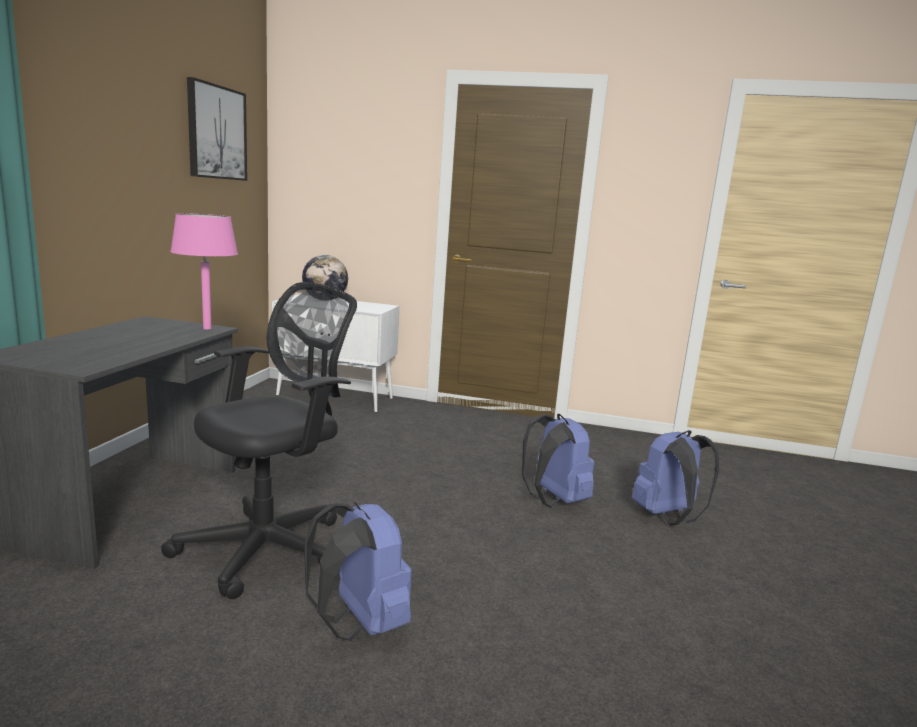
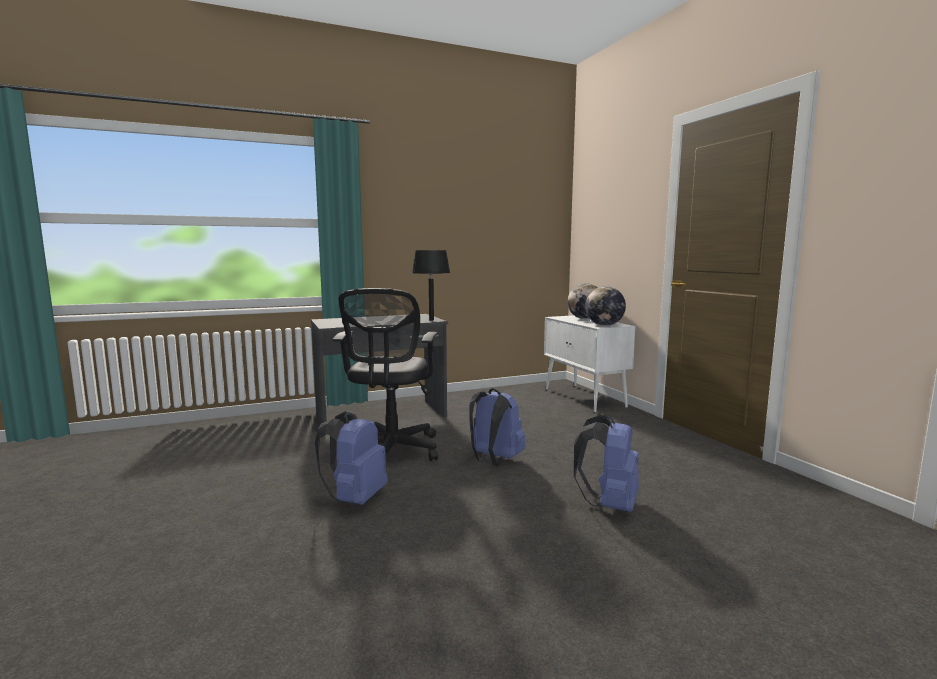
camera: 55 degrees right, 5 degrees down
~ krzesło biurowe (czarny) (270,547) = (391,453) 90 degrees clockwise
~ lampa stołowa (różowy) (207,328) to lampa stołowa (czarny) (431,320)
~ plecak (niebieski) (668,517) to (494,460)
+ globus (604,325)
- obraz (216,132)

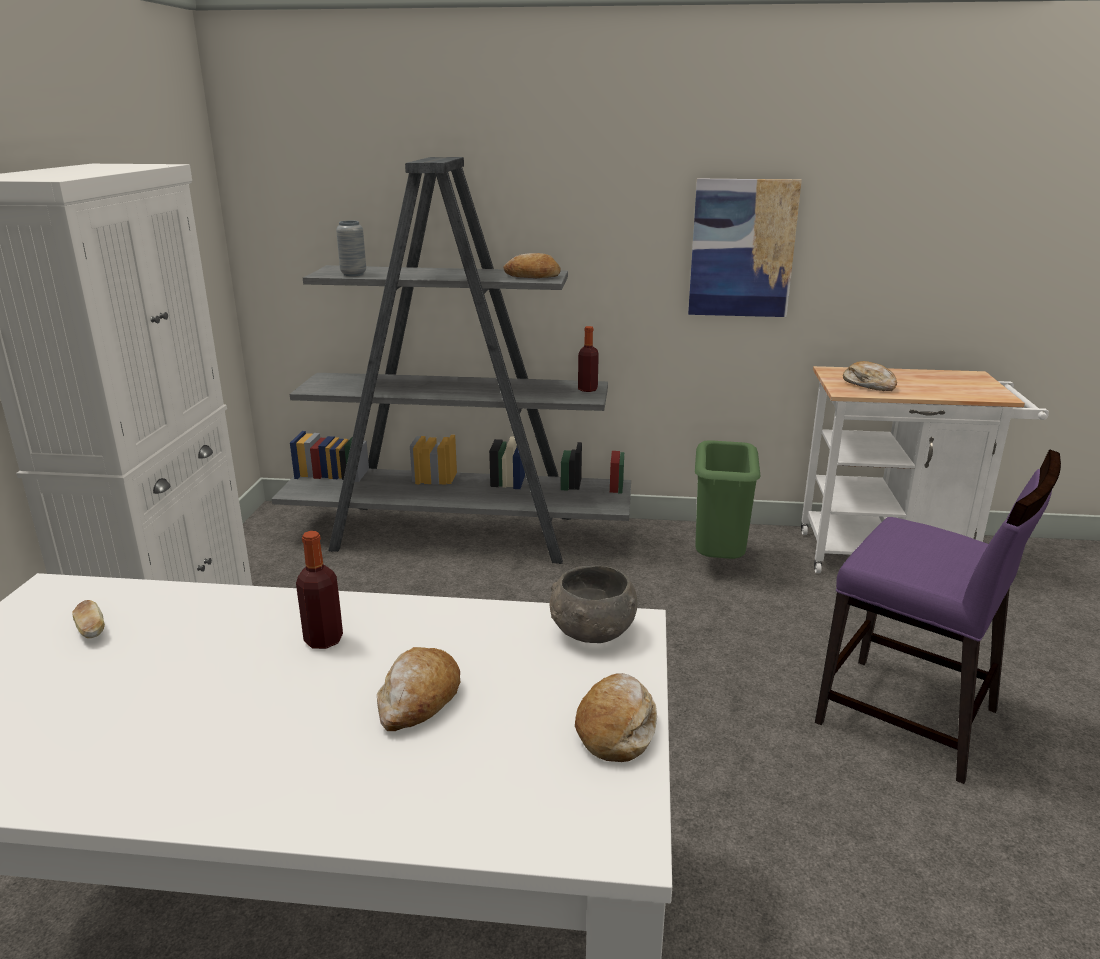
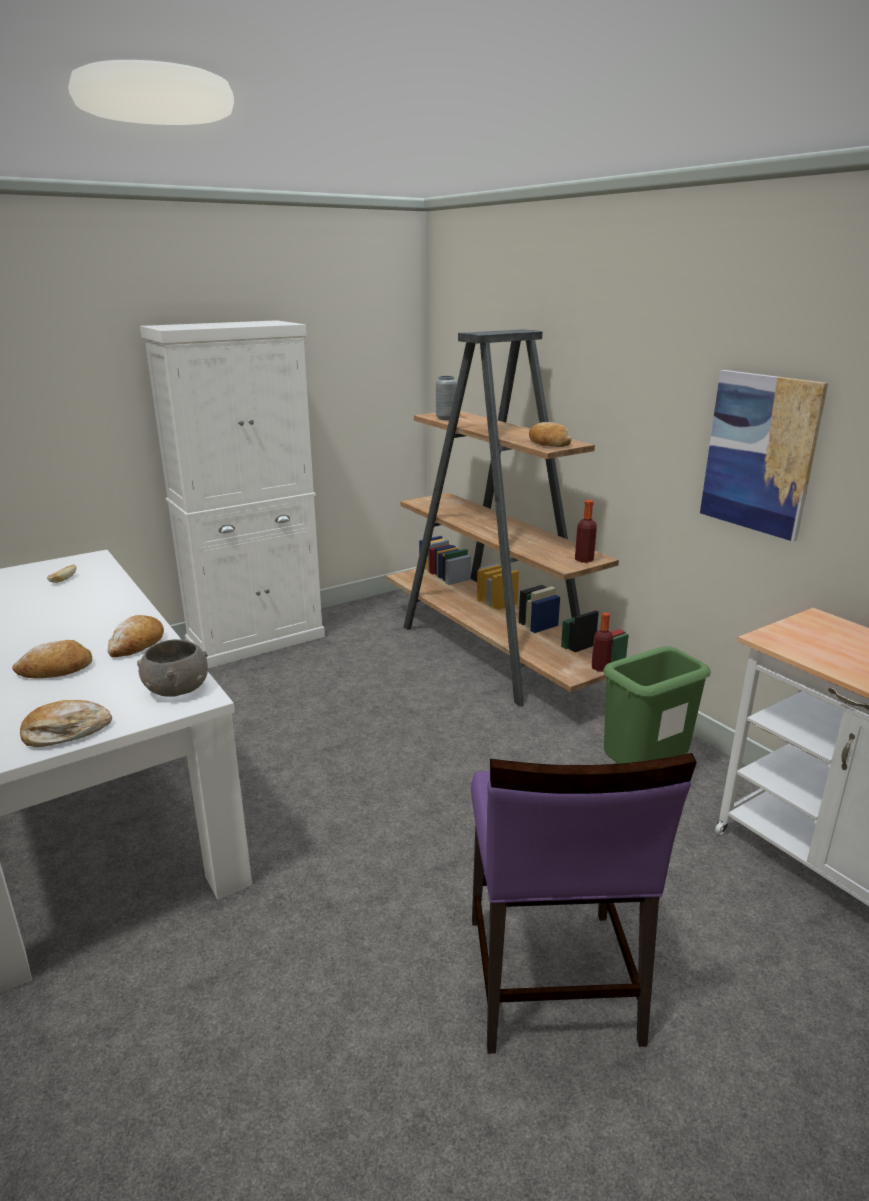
camera: 50 degrees right, 0 degrees up
~ chleb (869,385) to (137,644)
~ regał (szary) (459,534) to regał (brązowy) (493,653)
~ butelka (323,640) to (600,668)

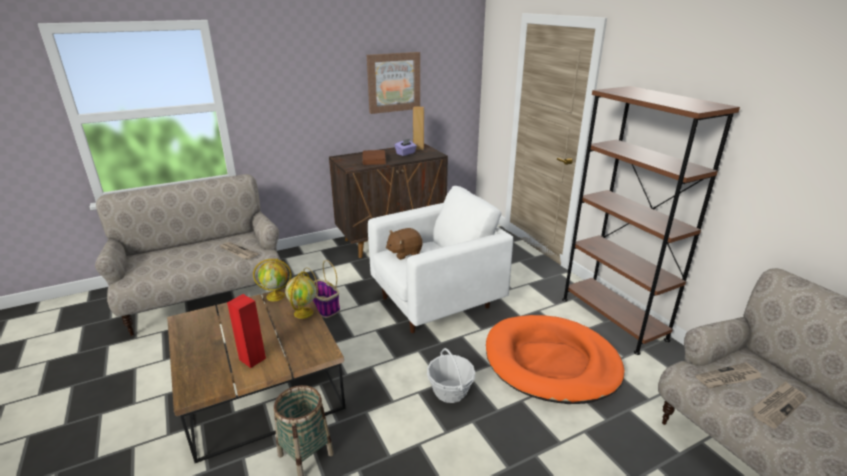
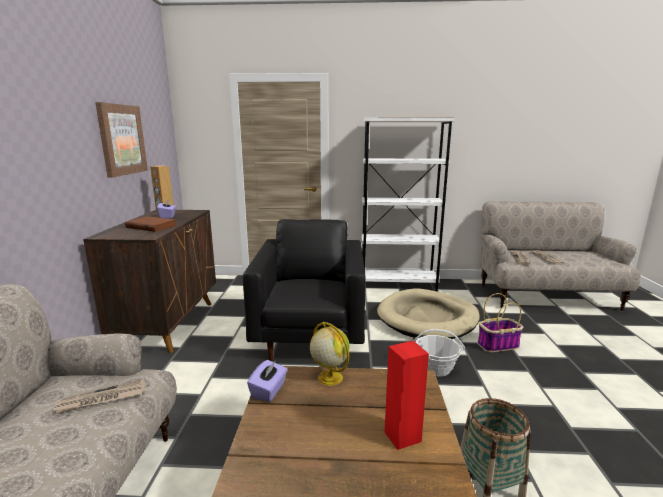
camera: 60 degrees left, 10 degrees down
~ fotel (biały) (436,303) to fotel (czarny) (310,336)
~ globus (276,296) to pudełko chusteczek (fioletowy) (269,390)
~ regał (brązowy) (612,318) to regał (biały) (398,285)
~ legowisko (pomarańczowy) (551,362) to legowisko (beżowy) (427,318)
~ koszyk (324,307) to (498,345)
- pluszak (brązowy) (404,253)

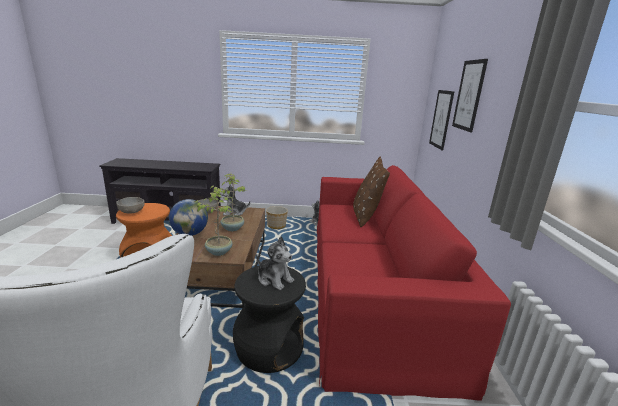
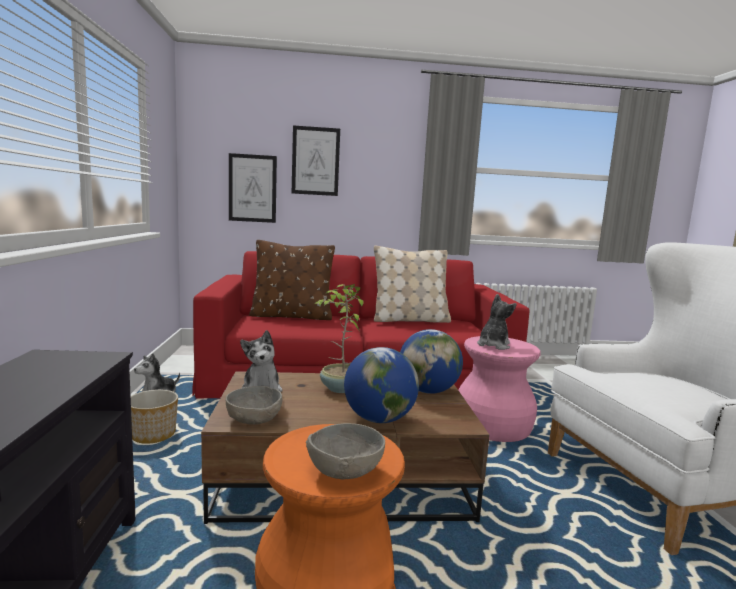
camera: 95 degrees left, 10 degrees down
+ poduszka (beżowy) (410,320)
~ roślina doniczkowa (219,251) to globus (428,391)
~ stołek (czarny) (269,347) to stołek (różowy) (492,426)

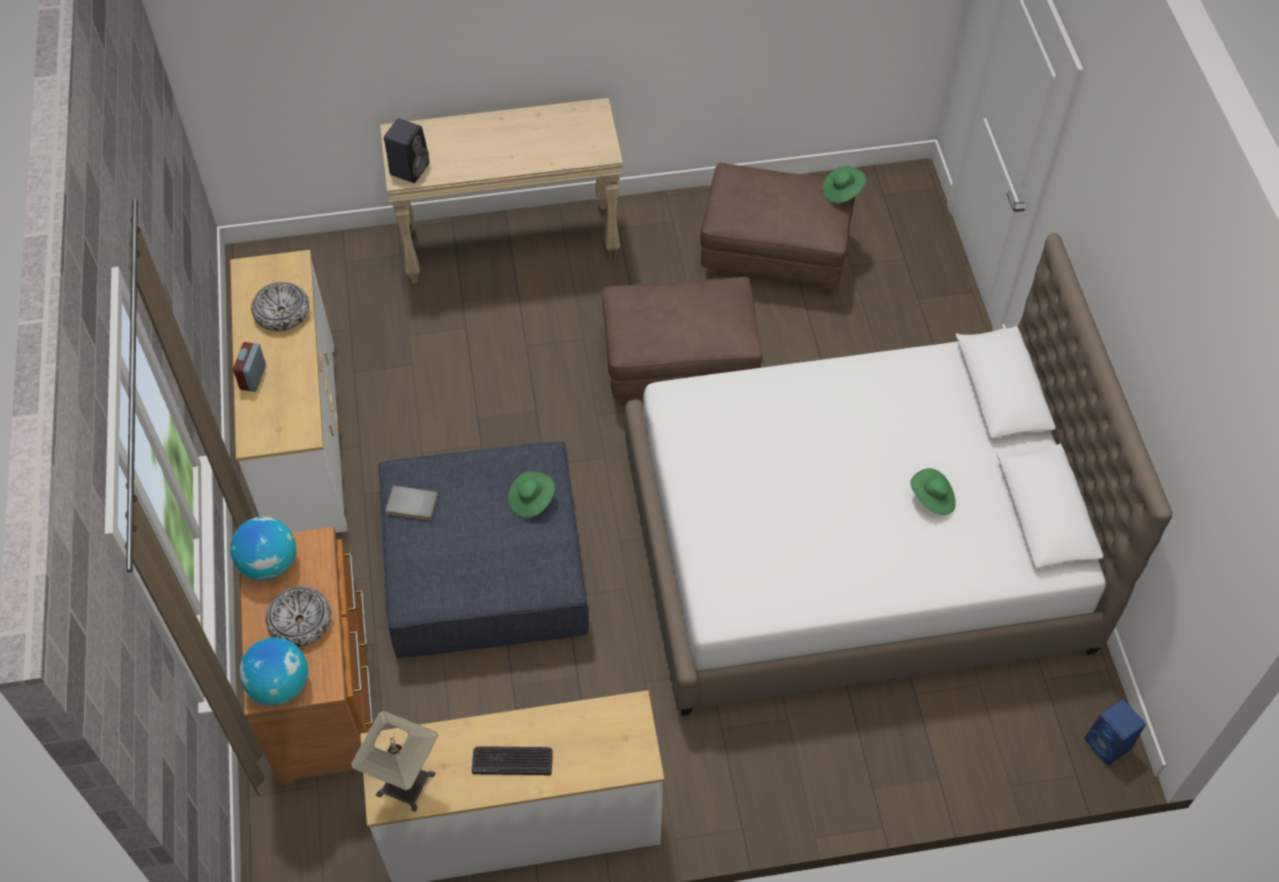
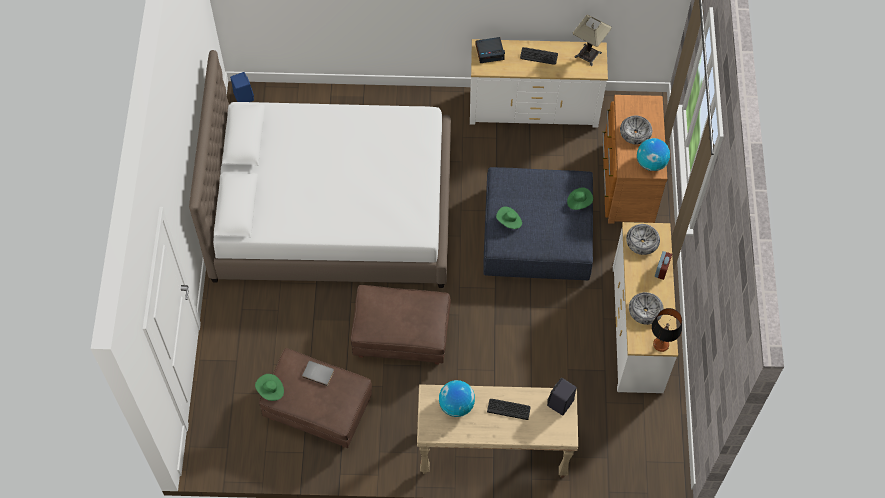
camera: 170 degrees left, 5 degrees up
~ książka (szary) (412,505) to (318,373)
~ globus (280,685) to (456,405)
+ budzik (490,52)
+ klawiatura (508,409)
~ kapelusz (zielony) (932,499) to (579,202)
+ miska (642,241)
+ lampa stołowa (661,344)

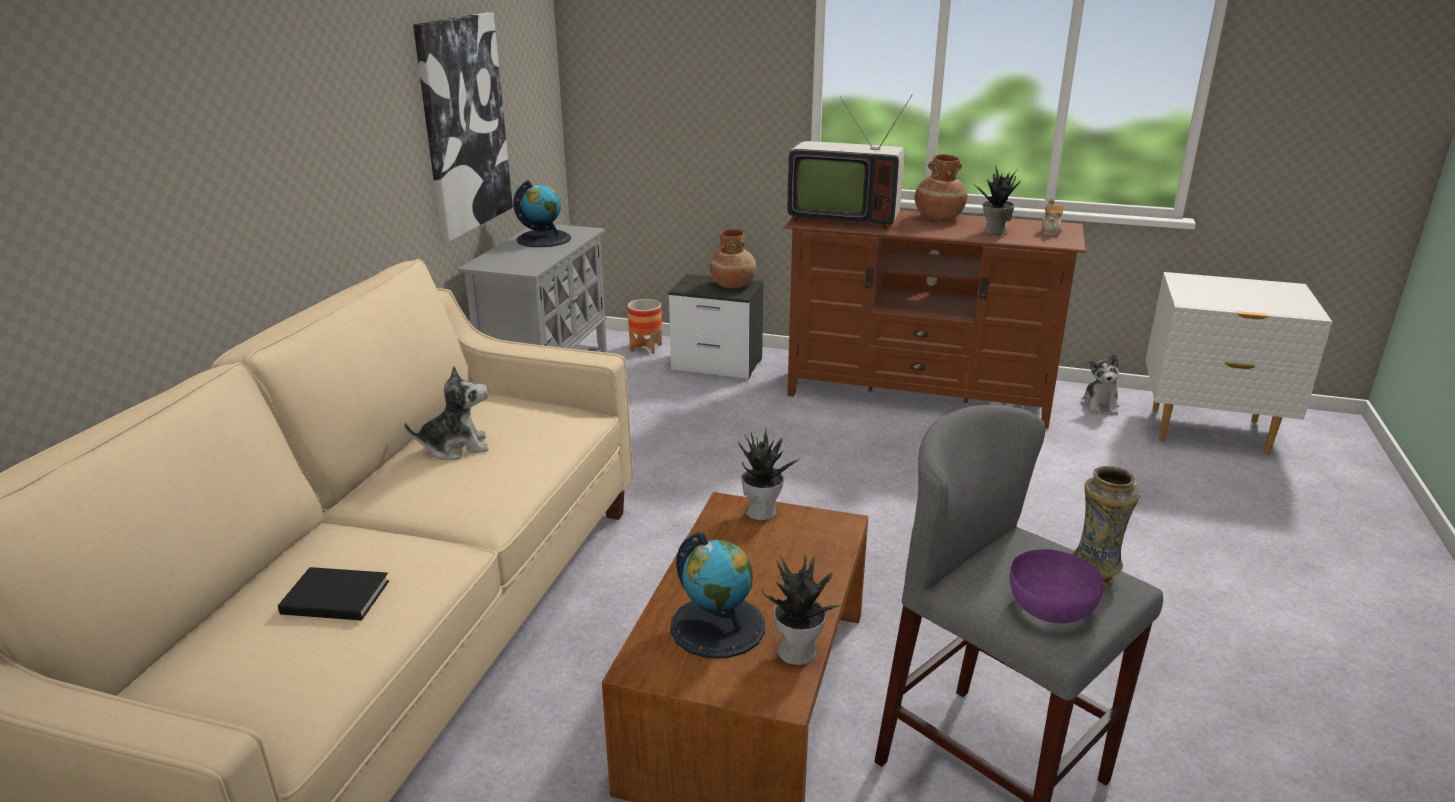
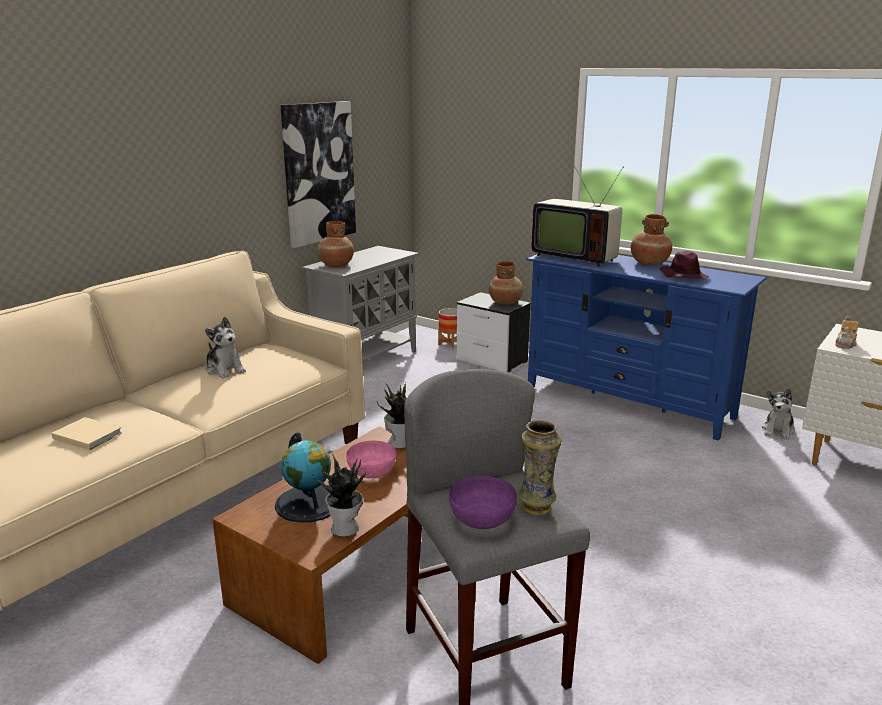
camera: 20 degrees right, 5 degrees down
~ książka (czarny) (334,596) to książka (beżowy) (87,435)
~ pluszak (455,447) = (225,370) 45 degrees clockwise
+ wazon (brązowy) (336,265)
+ miska (różowy) (372,472)
~ szafka pod telewizor (brązowy) (918,395) to szafka pod telewizor (niebieski) (628,402)
~ roślina doniczkowa (994,232) to kapelusz (fioletowy) (683,276)
~ imbryk (1051,231) to (845,344)
- globus (544,239)

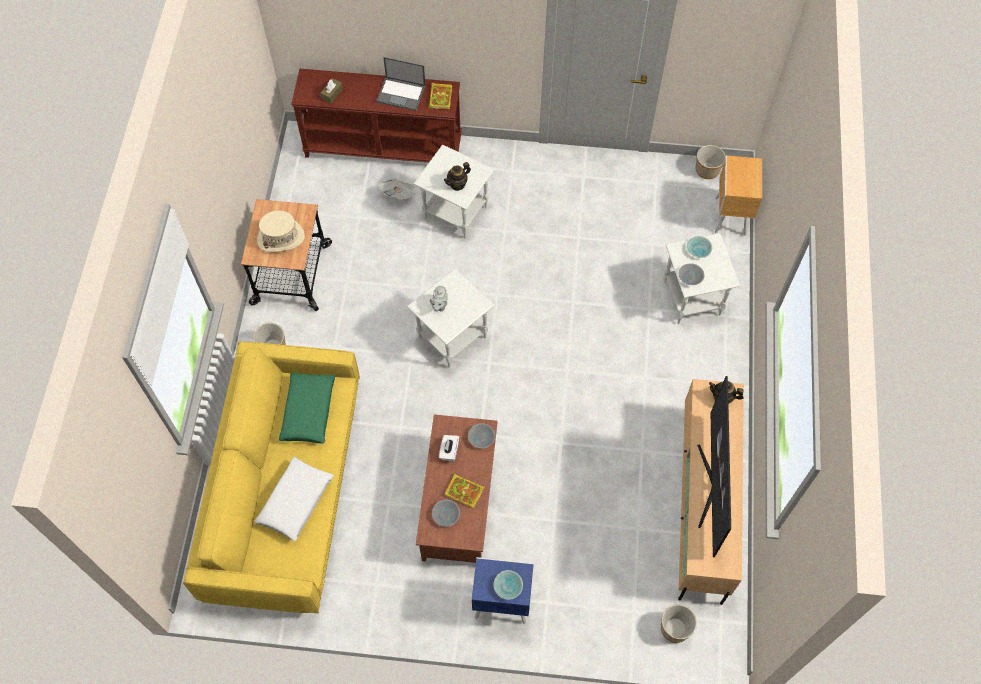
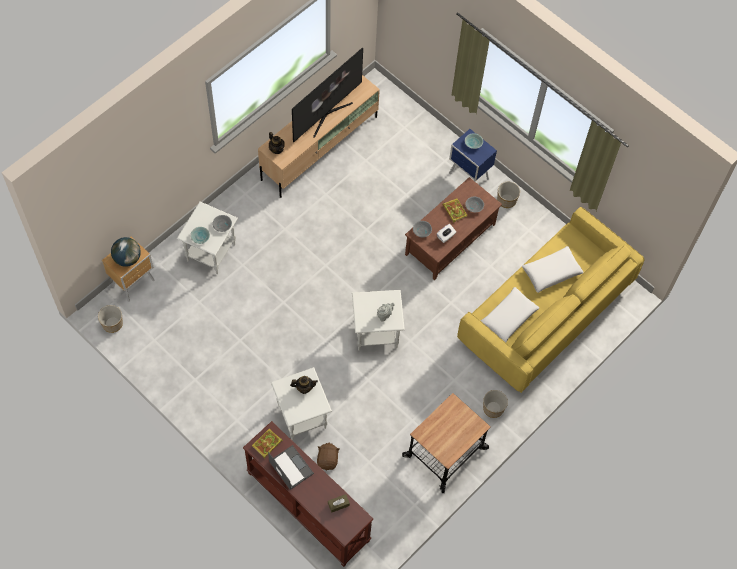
camera: 145 degrees left, 0 degrees up
+ globus (127,258)
~ gazeta (399,194) to pluszak (brązowy) (328,459)
~ poduszka (zielony) (309,411) to poduszka (biały) (508,317)
~ donica (675,629) to (506,200)
- kapelusz (beżowy) (281,238)

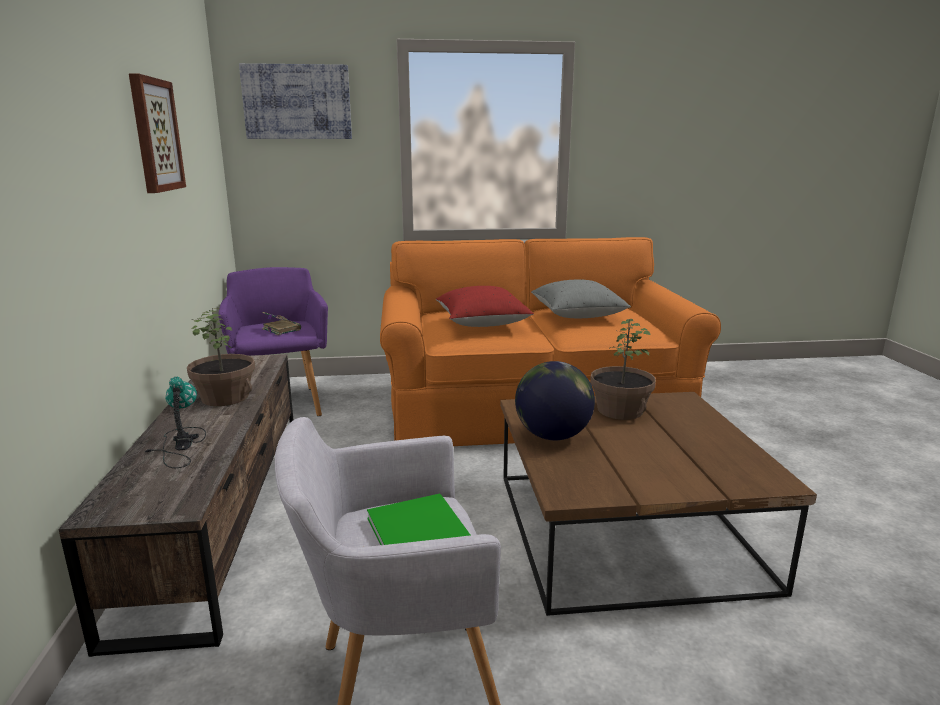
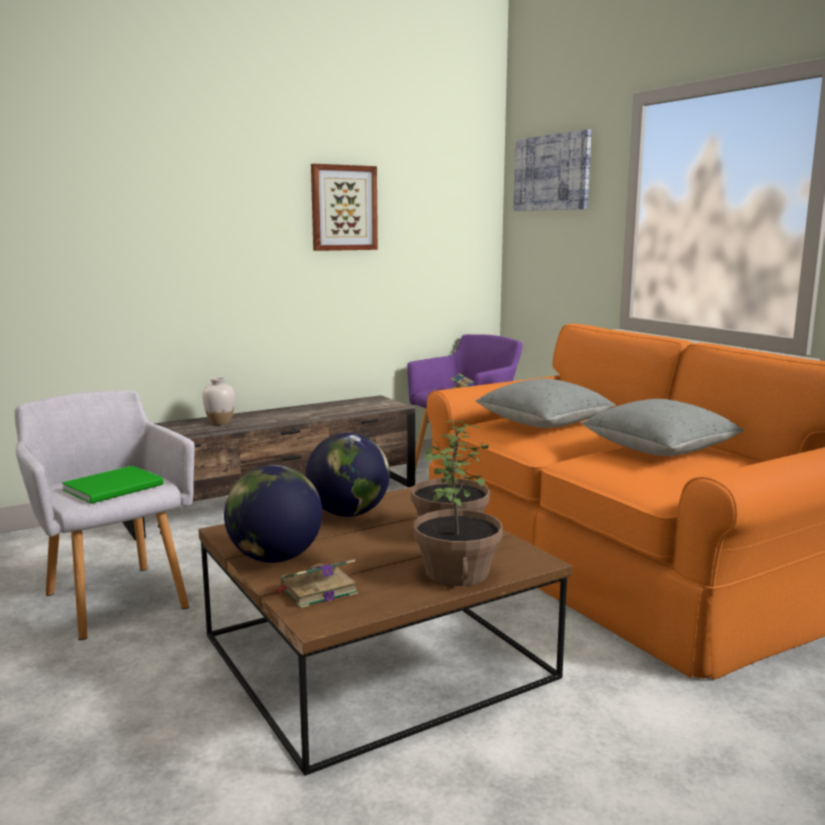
camera: 65 degrees right, 5 degrees down
~ lampa stołowa (179,445) to wazon (biały) (220,422)
+ globus (275,558)
+ książka (317,591)
~ roślina doniczkowa (226,397) to (458,572)
~ poduszka (czerwony) (482,323) to poduszka (szary) (543,424)

